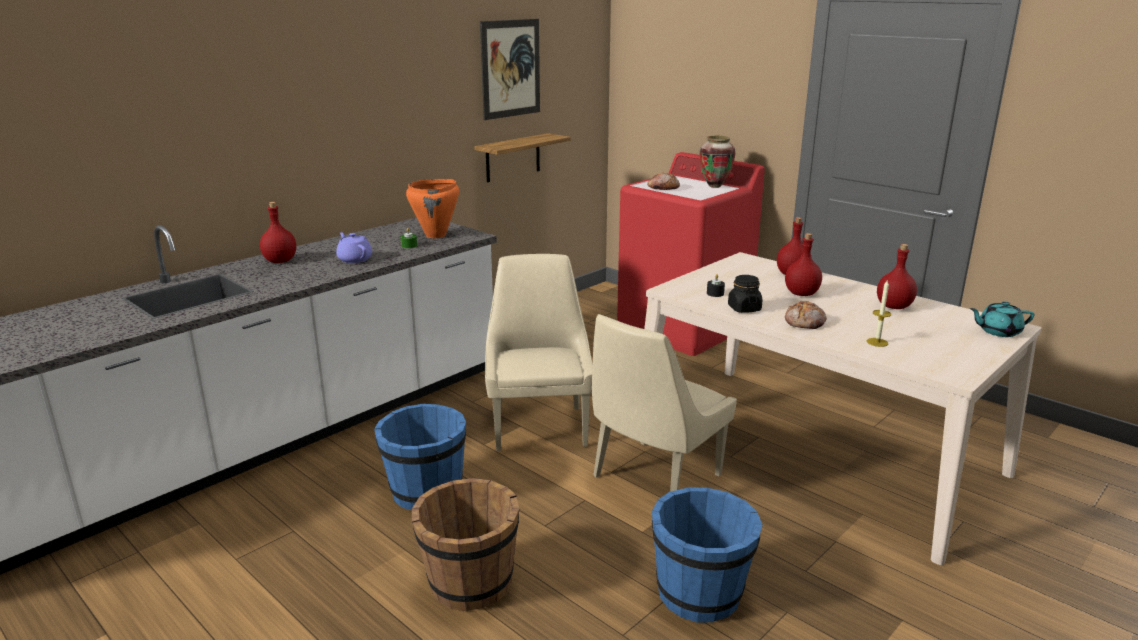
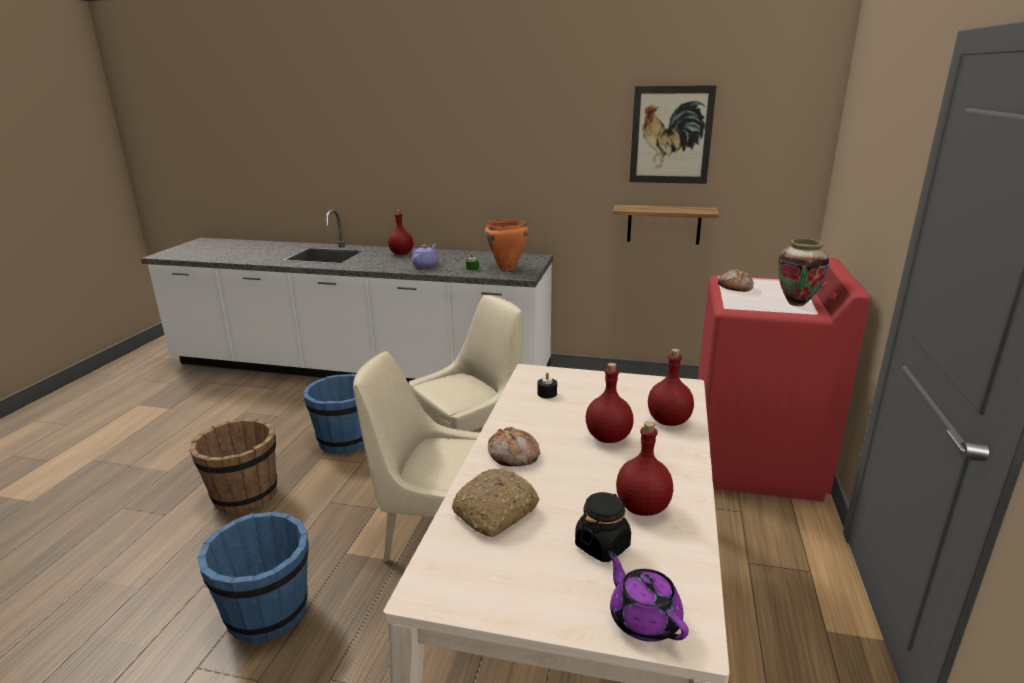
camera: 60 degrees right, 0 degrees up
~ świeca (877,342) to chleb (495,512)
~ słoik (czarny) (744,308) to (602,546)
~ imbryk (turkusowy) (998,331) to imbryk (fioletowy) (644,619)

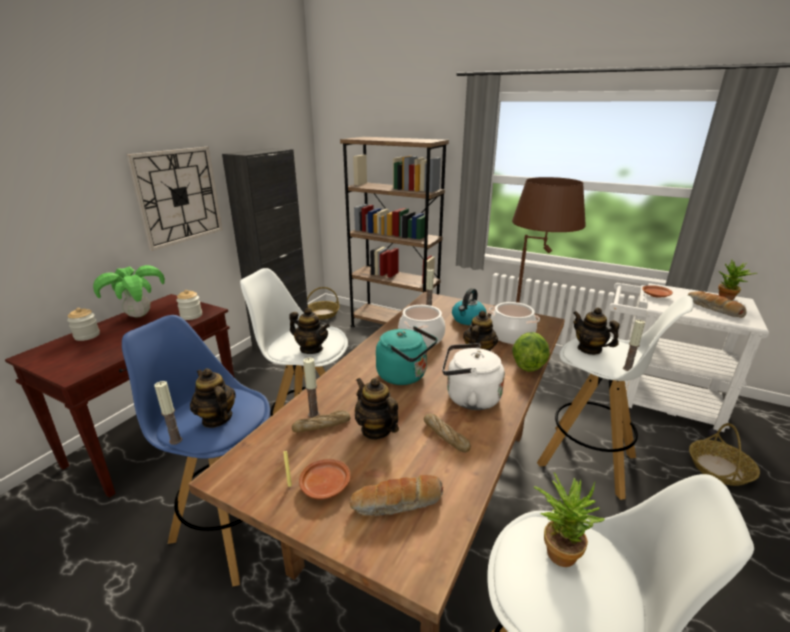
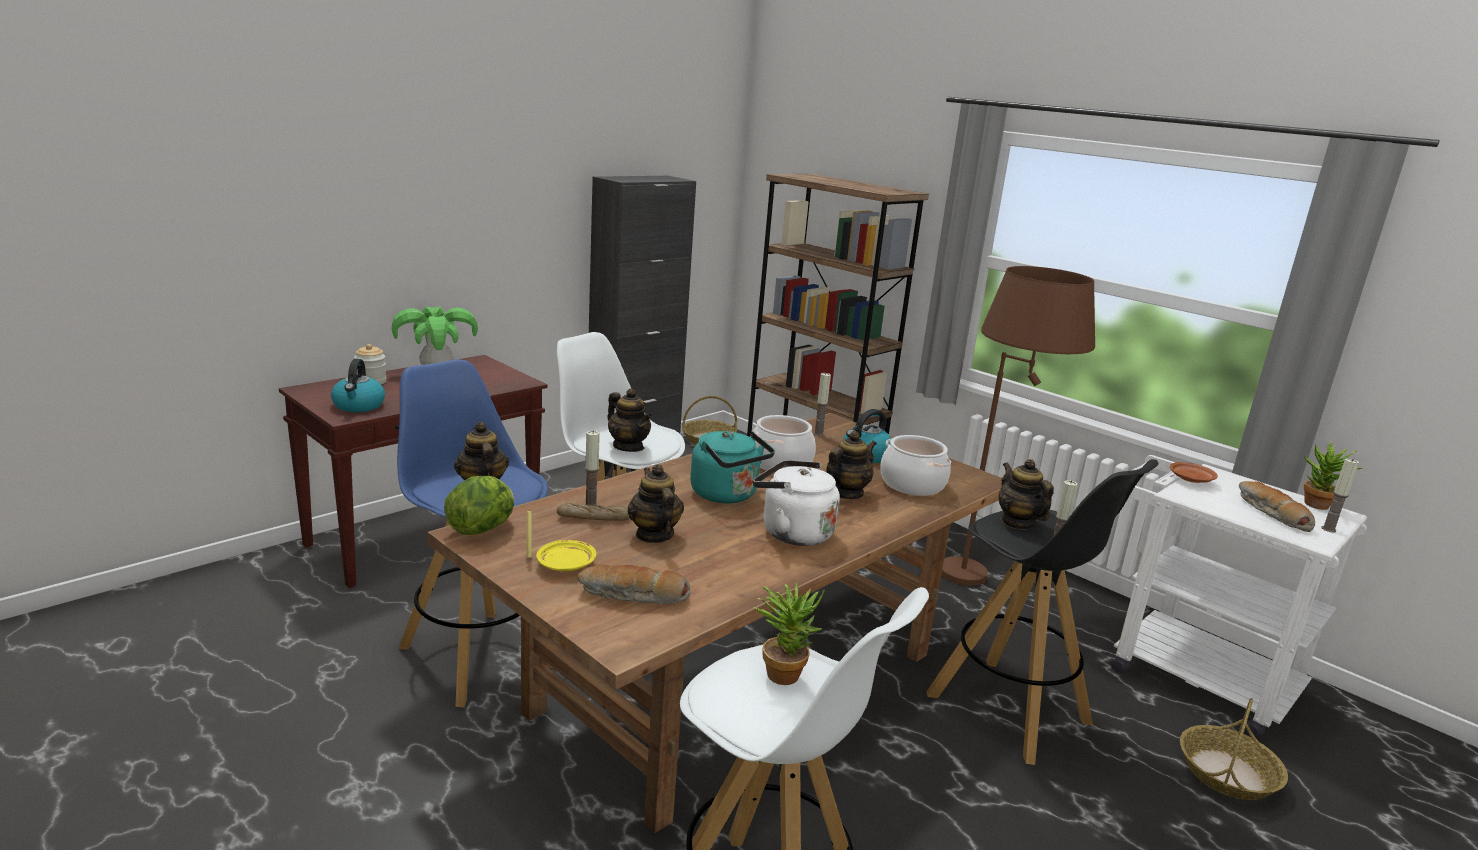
camera: 15 degrees right, 5 degrees down
+ czajnik (358,406)
~ sałata (528,365) to (482,529)
~ talerz (brązowy) (325,485) to talerz (żółty) (566,564)
~ stołek (biały) (588,461) to stołek (czarny) (1010,710)
~ świeca (176,440) to (1328,529)
- zegar ścienny (178,196)
- słoik (191,316)
- chleb (445,436)

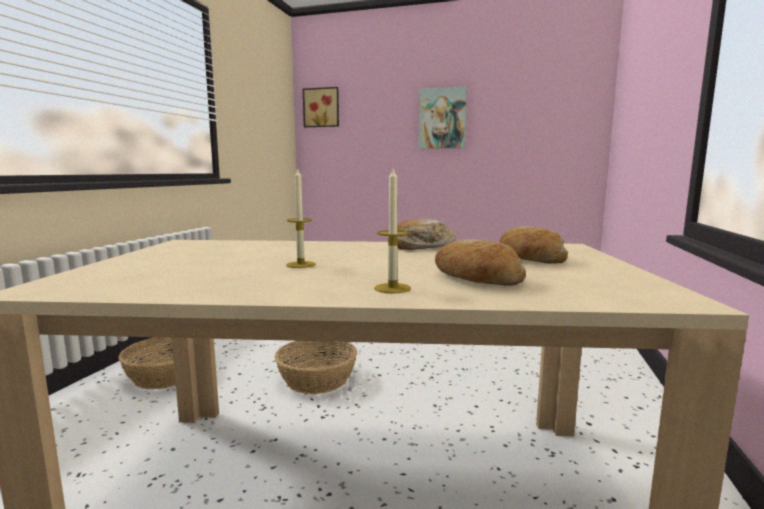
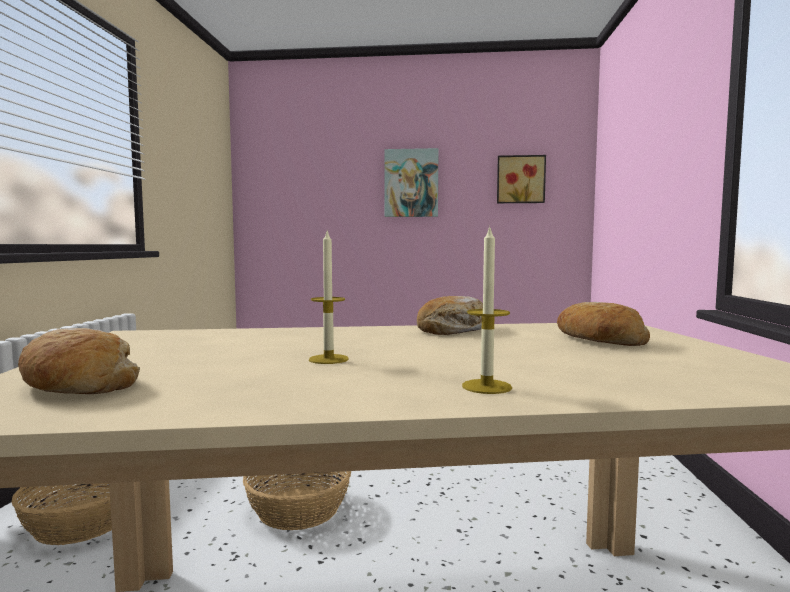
camera: 10 degrees left, 5 degrees down
~ chleb (476,278) to (76,384)
~ obraz (321,107) to (520,179)

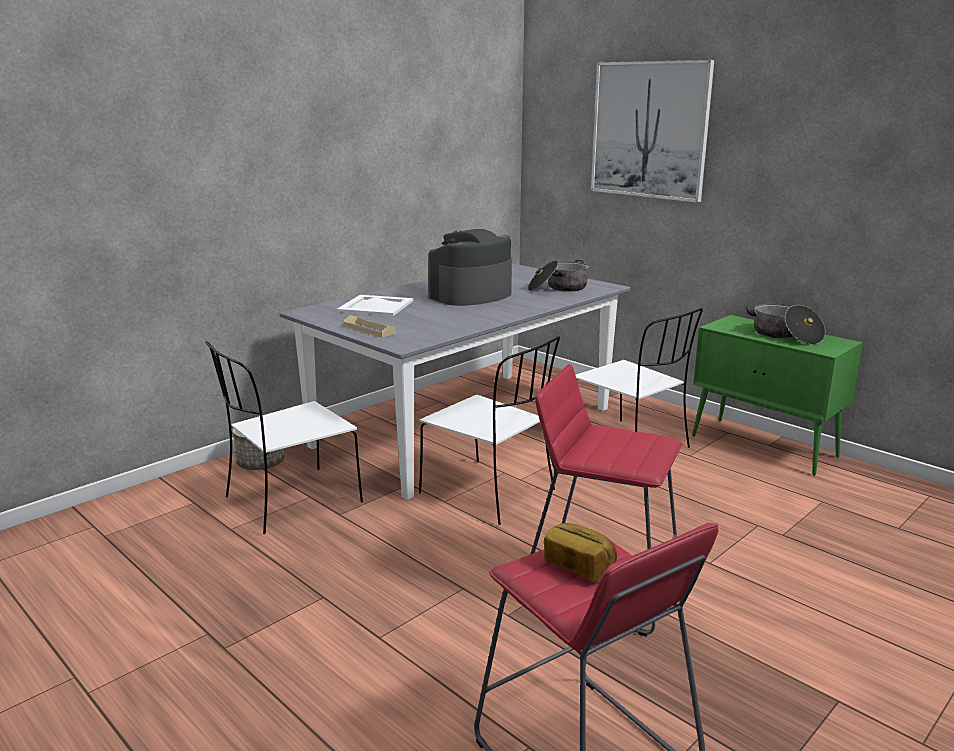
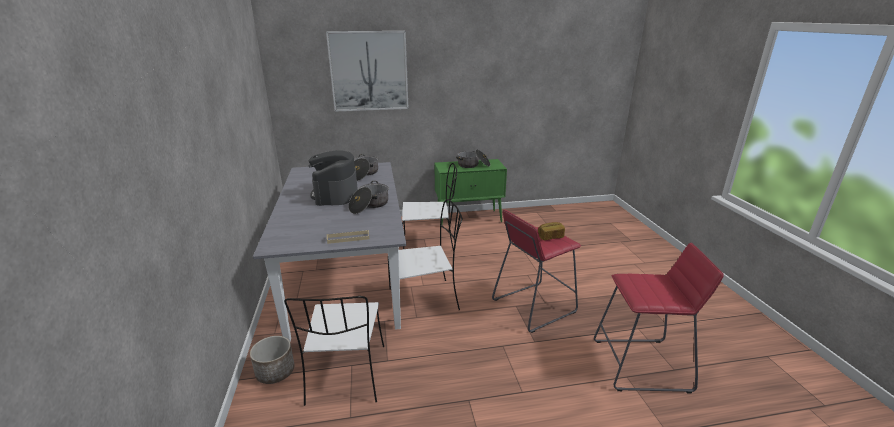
camera: 55 degrees left, 5 degrees up
+ garnek (369,205)
~ chleb (579,566) to (550,237)
- taca (biały) (375,306)

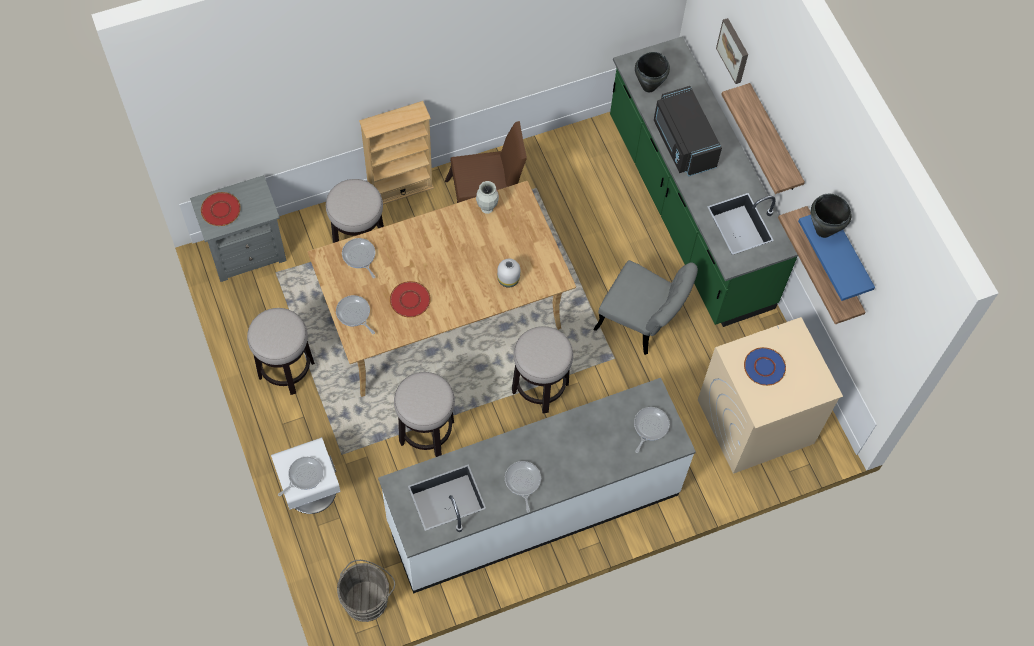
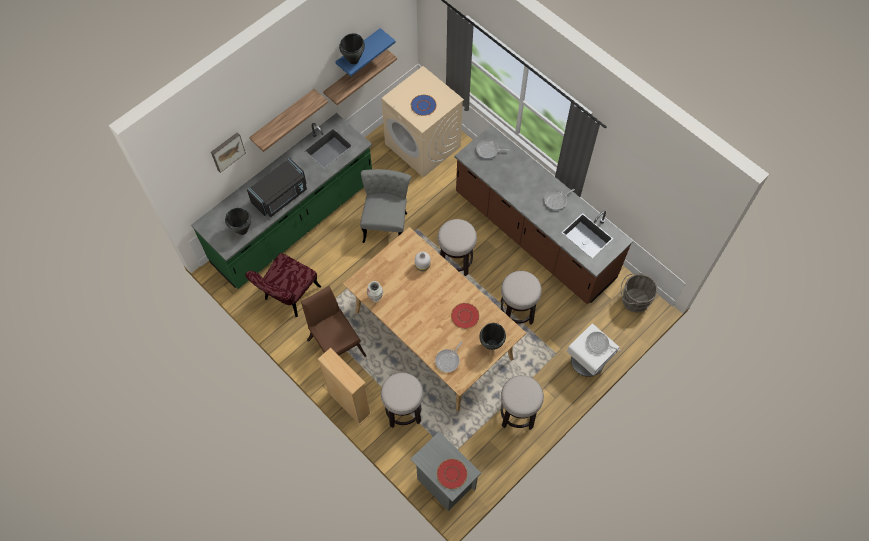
camera: 110 degrees left, 0 degrees up
+ krzesło (czerwony) (288,297)
~ zabudowa kuchenna (biały) (533,508) to zabudowa kuchenna (brązowy) (533,236)
~ patelnia (354,314) to garnek (czarny) (491,344)

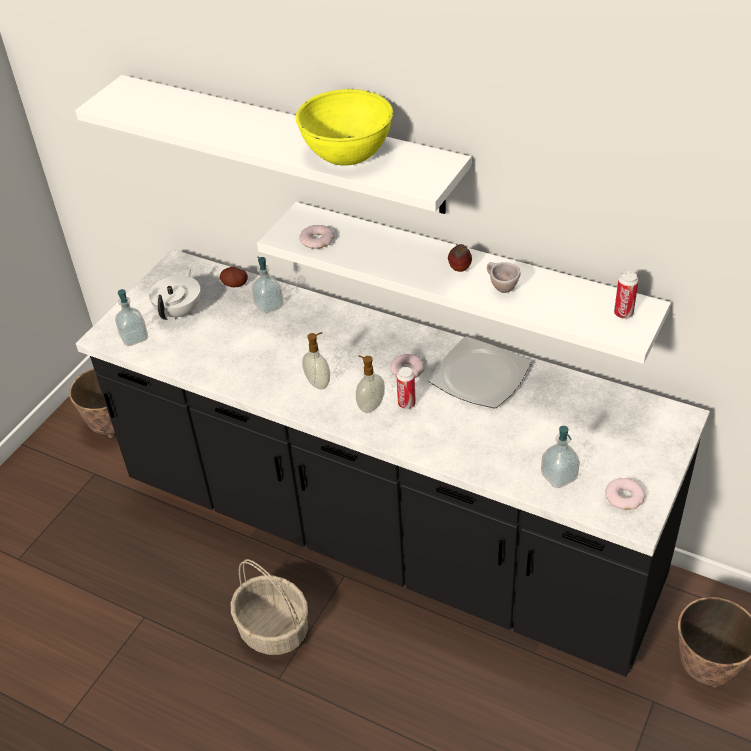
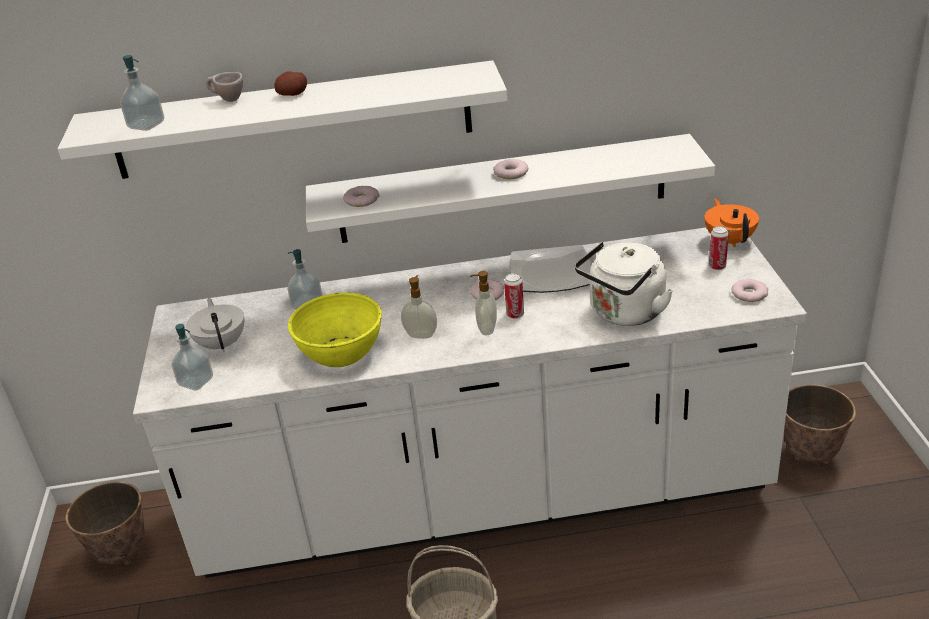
camera: 35 degrees left, 10 degrees down
~ dozownik mydła (558,476) to (146,125)
~ zabudowa kuchenna (czarny) (387,534) to zabudowa kuchenna (biały) (483,498)
~ filiżanka (beżowy) (500,288) to (227,100)
~ ziemniak (234,284) to (292,94)
~ miska (żółty) (347,152) to (341,352)
~ jabłko (459,270) to donut (511,173)
+ czajnik (biały) (624,314)
+ imbryk (pomarańczowy) (729,240)
~ puszka (623,313) to (717,266)

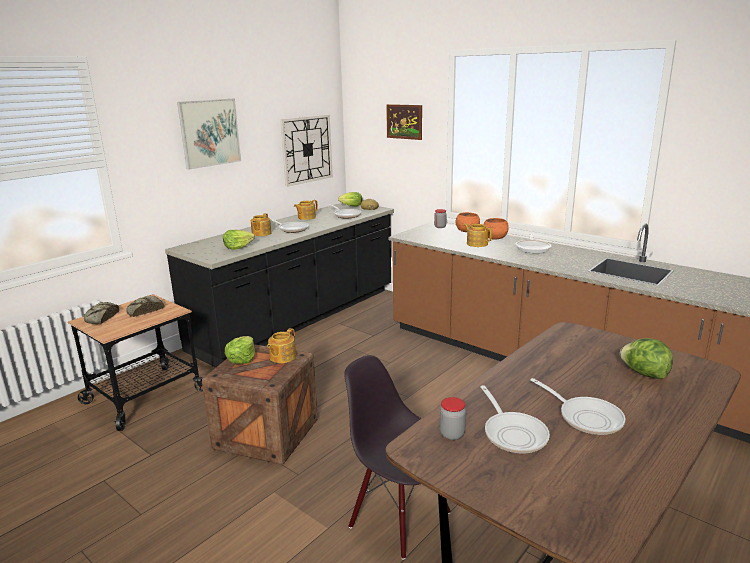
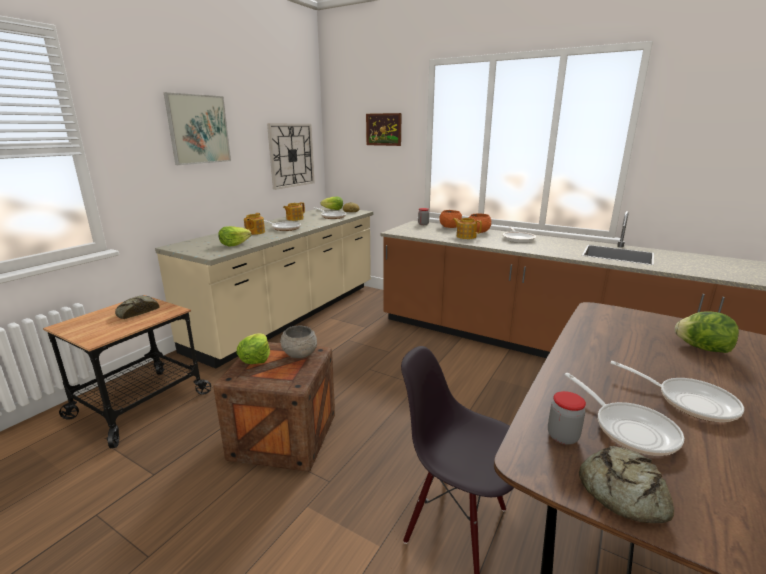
camera: 10 degrees left, 0 degrees up
~ zabudowa kuchenna (czarny) (299,319) to zabudowa kuchenna (beżowy) (291,315)
~ imbryk (282,357) to miska (szary) (299,353)
~ chleb (101,318) to (621,491)

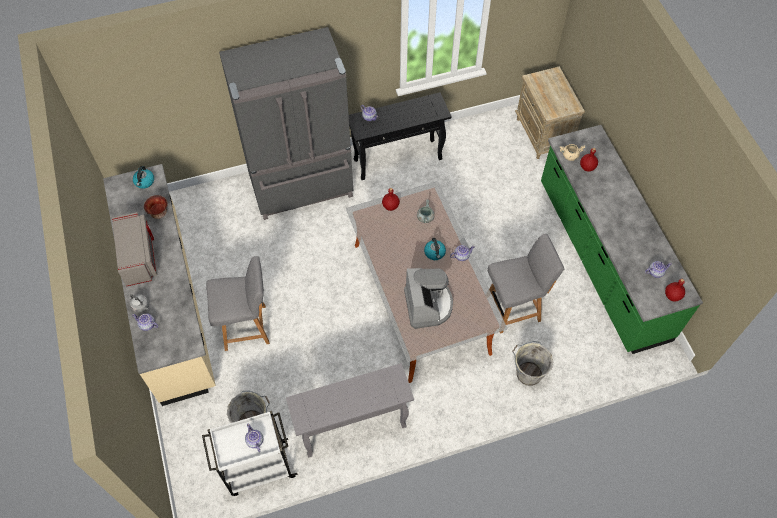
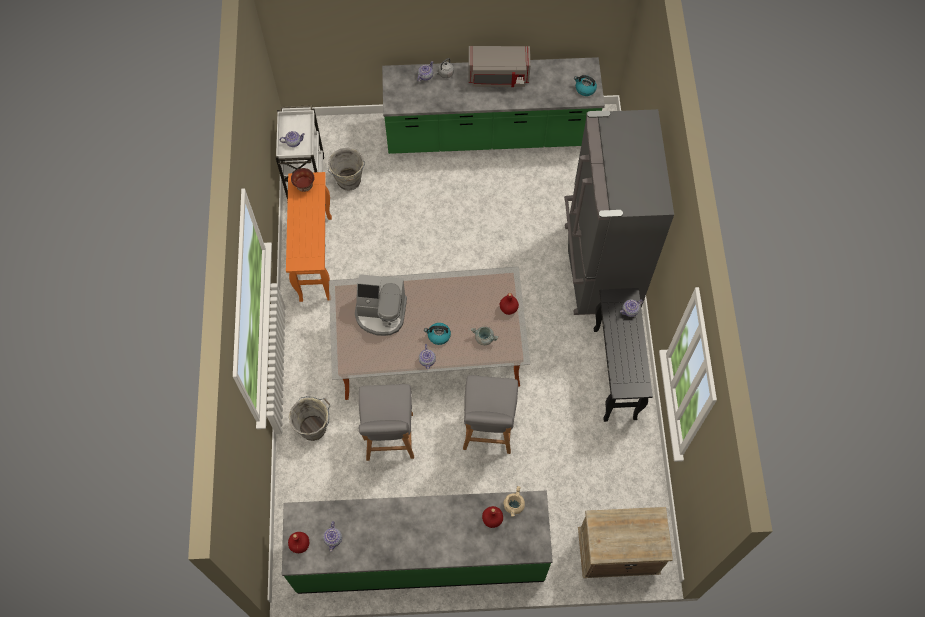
camera: 105 degrees right, 5 degrees up
~ stolik konsolowy (szary) (352,427) to stolik konsolowy (pomarańczowy) (315,257)
~ miska (159,213) to (305,186)
~ zabudowa kuchenna (beżowy) (171,302) to zabudowa kuchenna (zielony) (490,135)
~ krzesło (szary) (247,327) to (488,430)

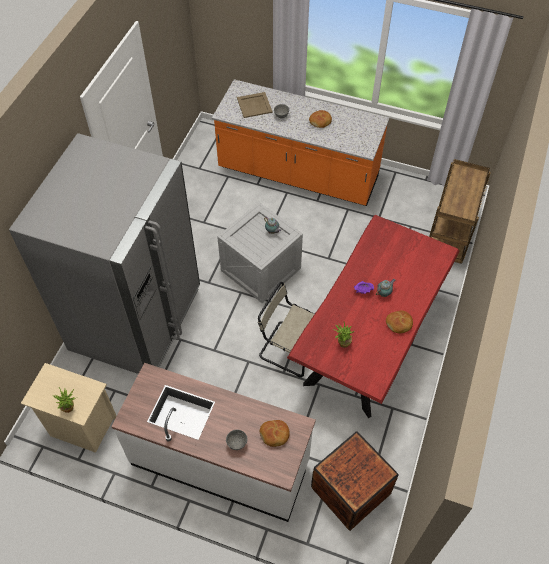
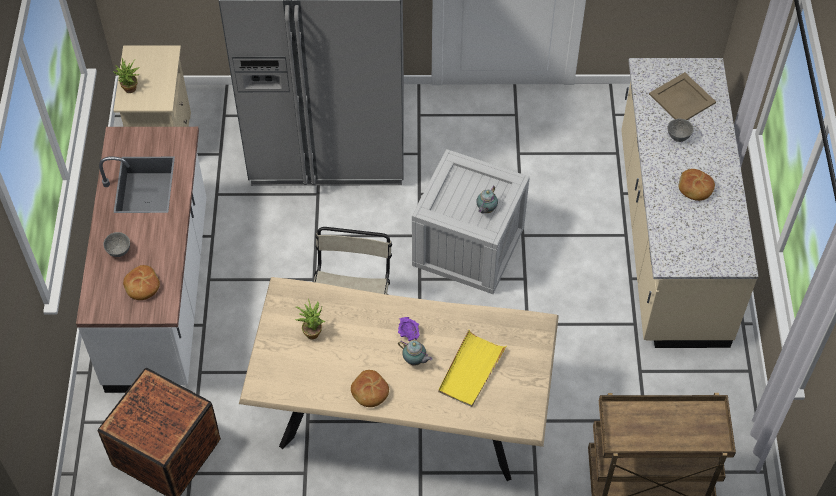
camera: 70 degrees right, 0 degrees up
~ stół jadalny (czerwony) (368,341) to stół jadalny (beżowy) (402,415)
+ taca (żółty) (471,370)
~ zabudowa kuchenna (pomarańczowy) (298,174) to zabudowa kuchenna (beżowy) (670,238)

